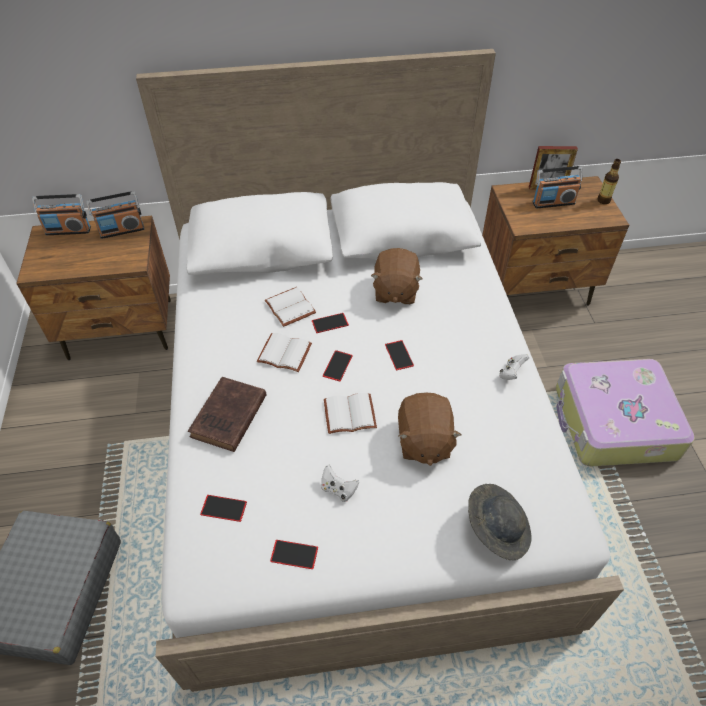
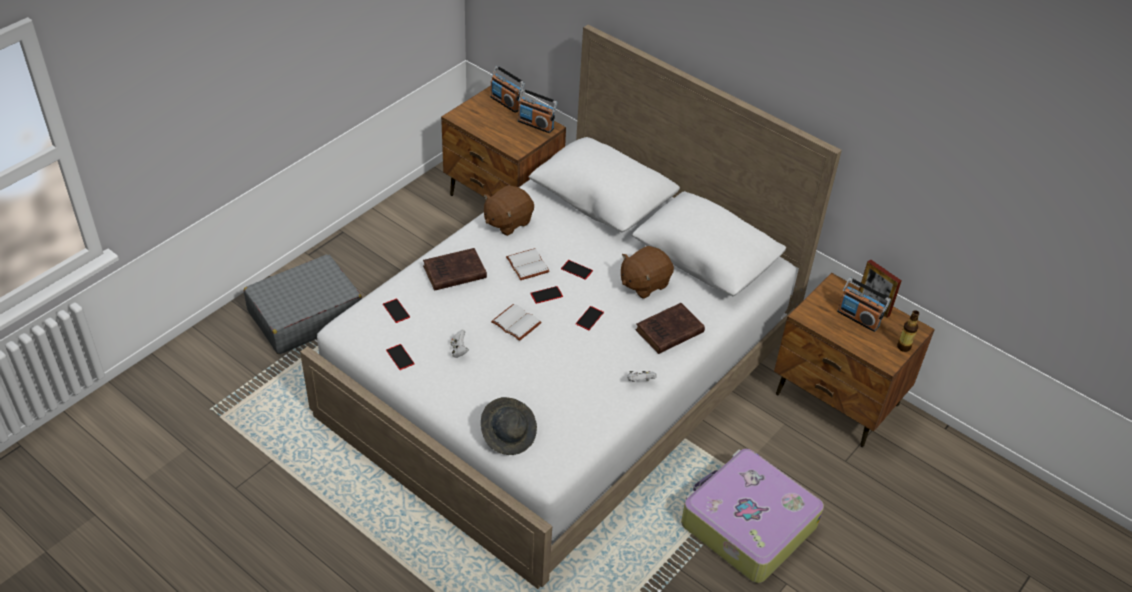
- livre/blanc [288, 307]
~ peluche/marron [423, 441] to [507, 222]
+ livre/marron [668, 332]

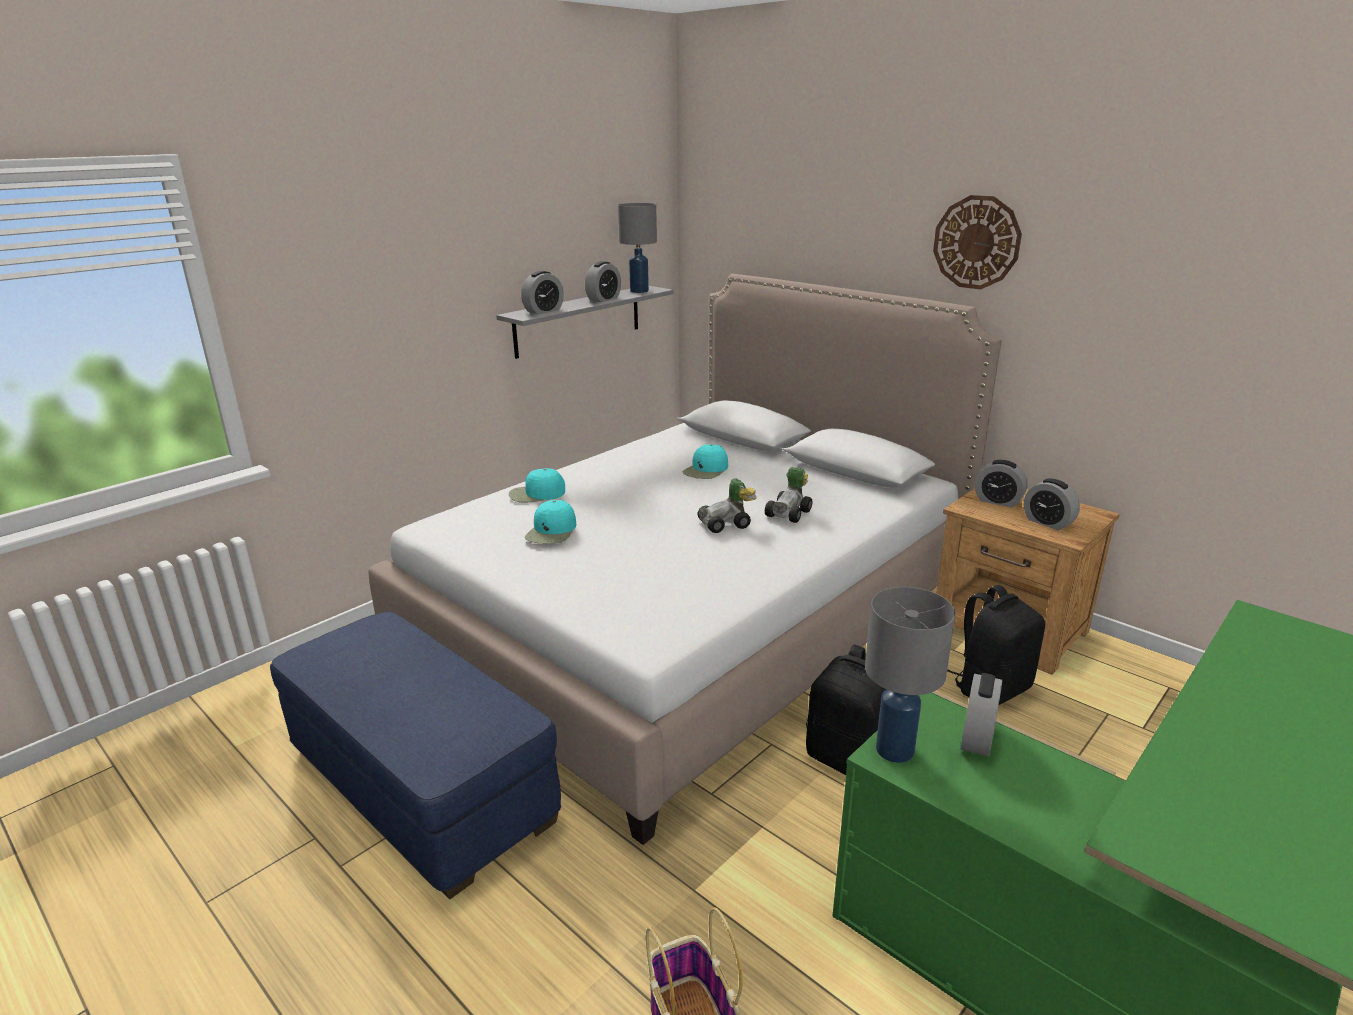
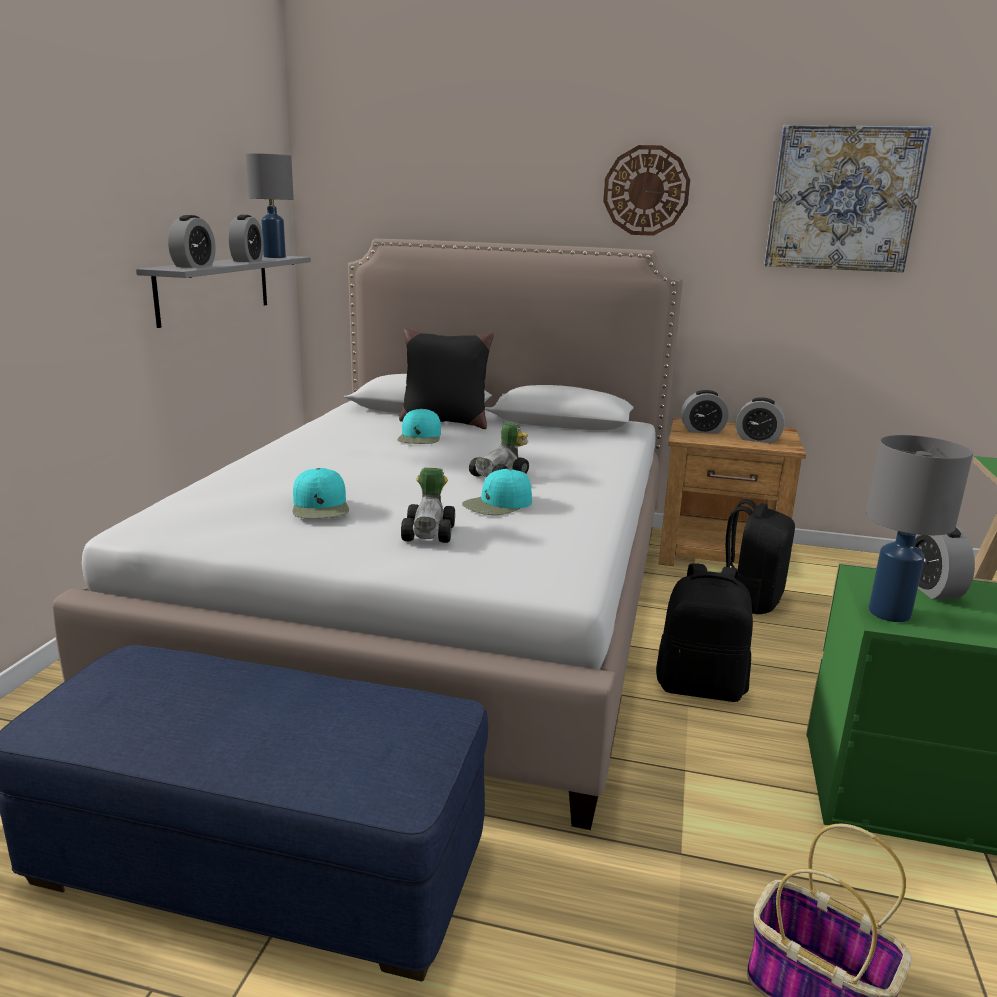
~ petite voiture [790, 513] to [431, 532]
~ casquette/turquoise [536, 494] to [498, 504]
+ tableau [843, 199]
+ coussin/noir [444, 422]

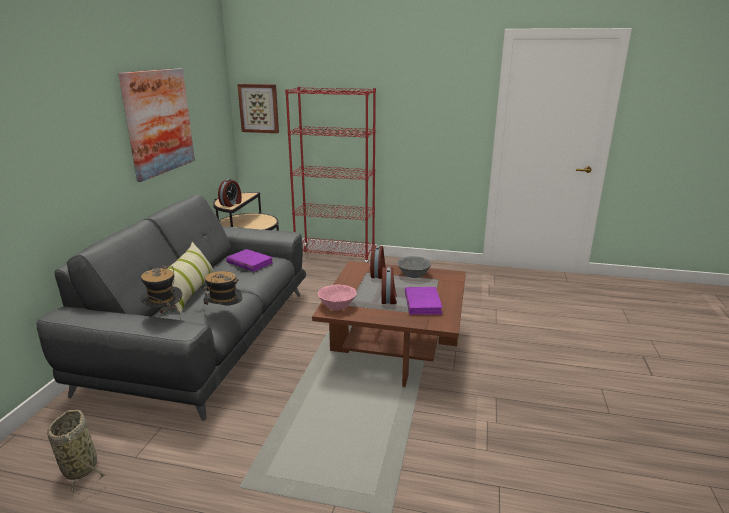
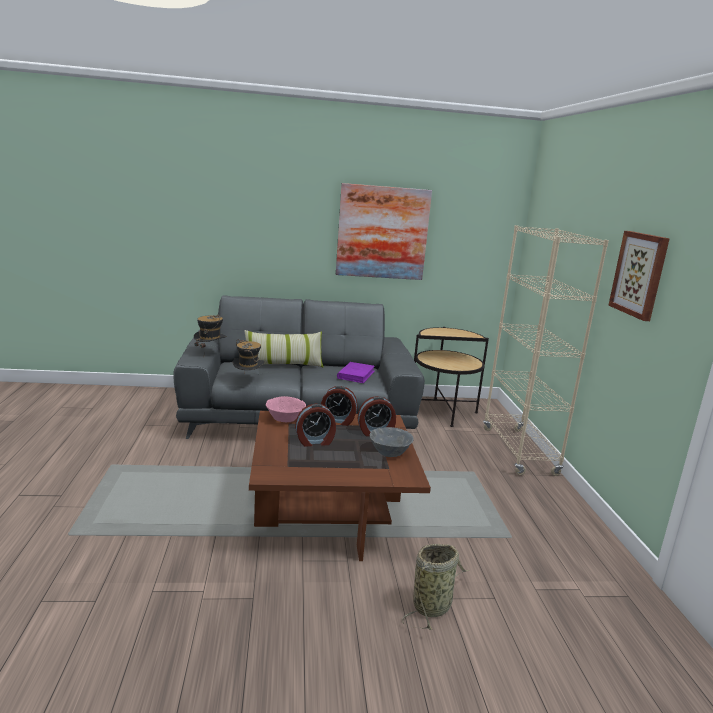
~ tableau [259, 108] to [639, 274]
~ bibliothèque/rouge [335, 259] to bibliothèque/beige [519, 451]
~ réveil [231, 204] to [337, 421]
- livre/violet [422, 303]
~ panier [80, 466] to [433, 605]

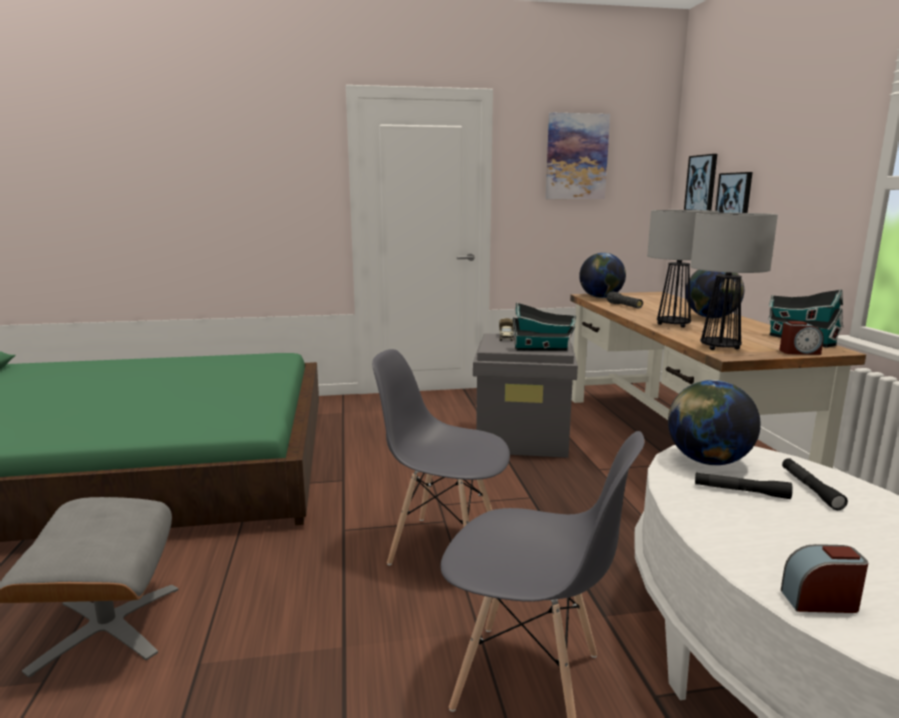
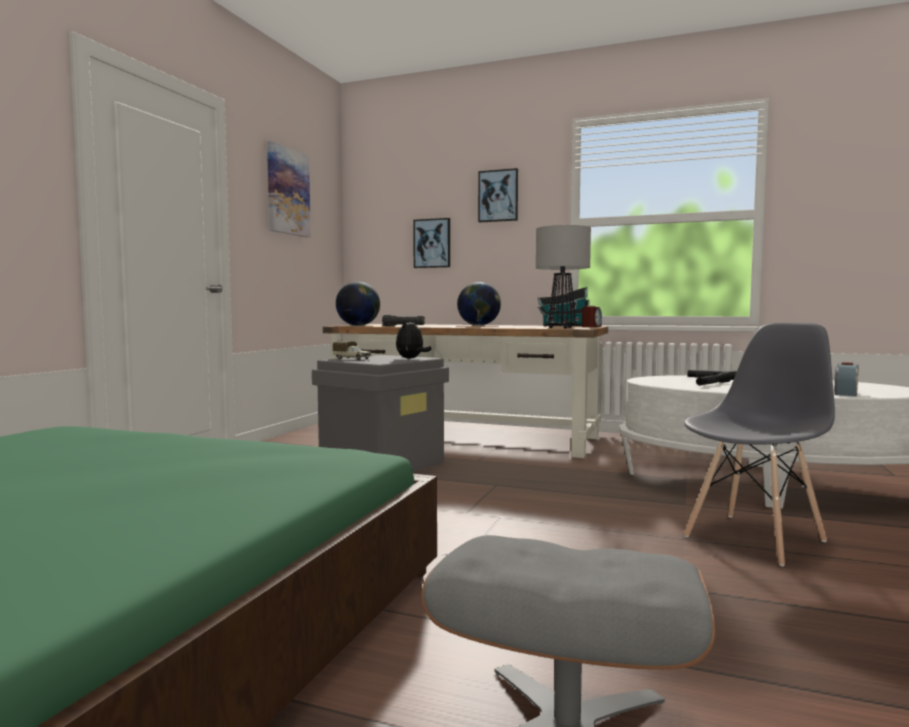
~ tableau [701, 183] to [498, 196]
- lampe de table [673, 324]
~ maison miniature [543, 349] to peluche [411, 358]
- chaise/gris [444, 547]
- globe [707, 461]

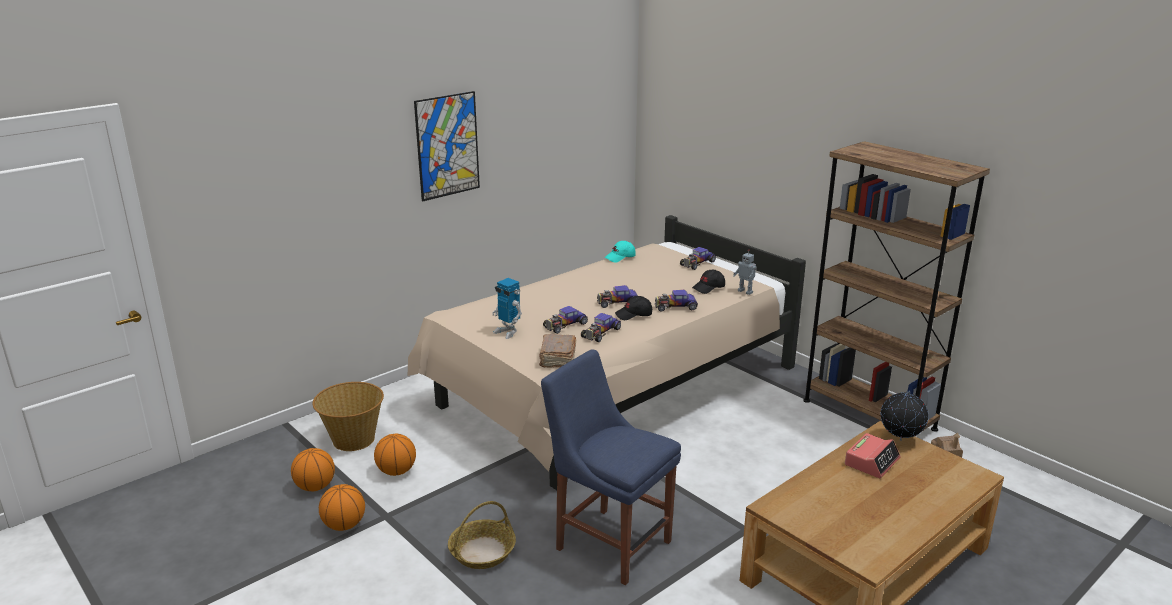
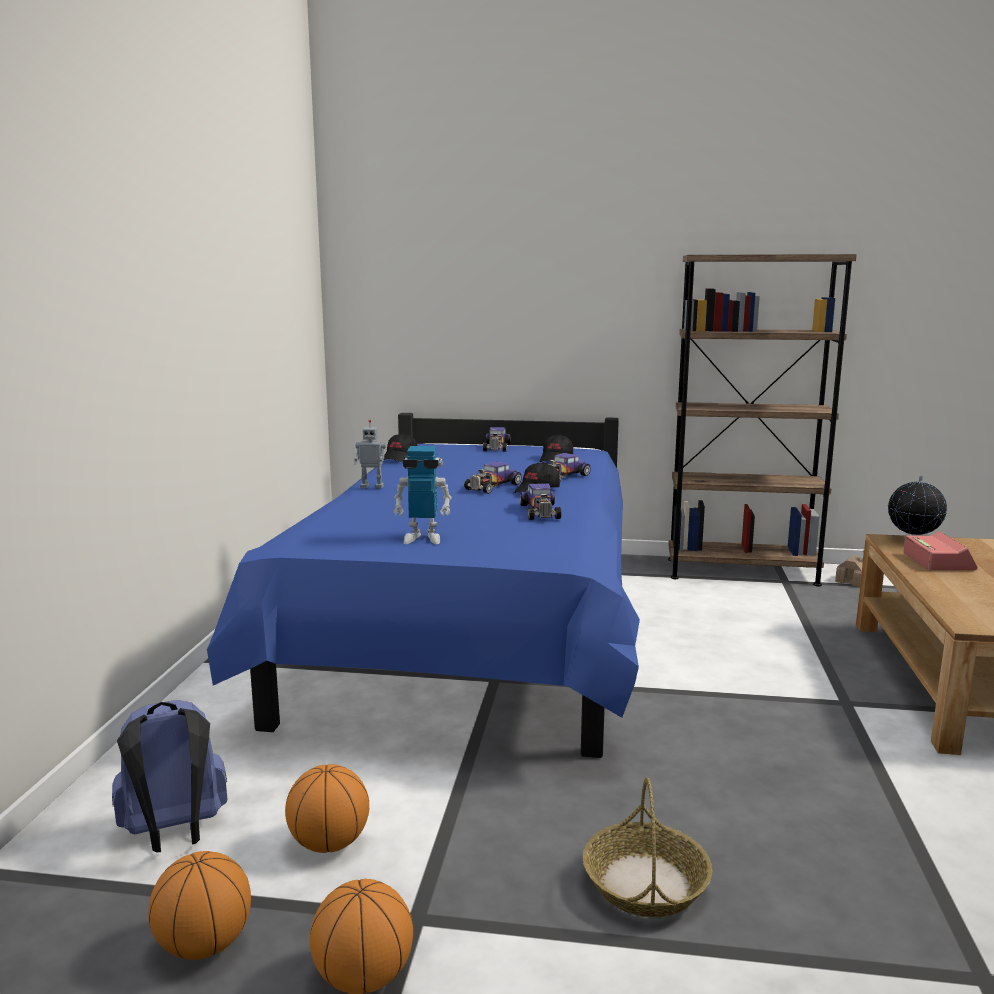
- tableau [447, 146]
~ lit/beige [611, 390] to lit/bleu [472, 631]
~ casquette/turquoise [620, 257] to casquette/noir [400, 458]
~ robot jouet [745, 291] to [372, 487]
- petite voiture [565, 325]
- livre/marron [557, 358]
- chaise/bleu [609, 542]
~ panier [353, 440] to sac à dos/bleu [175, 835]

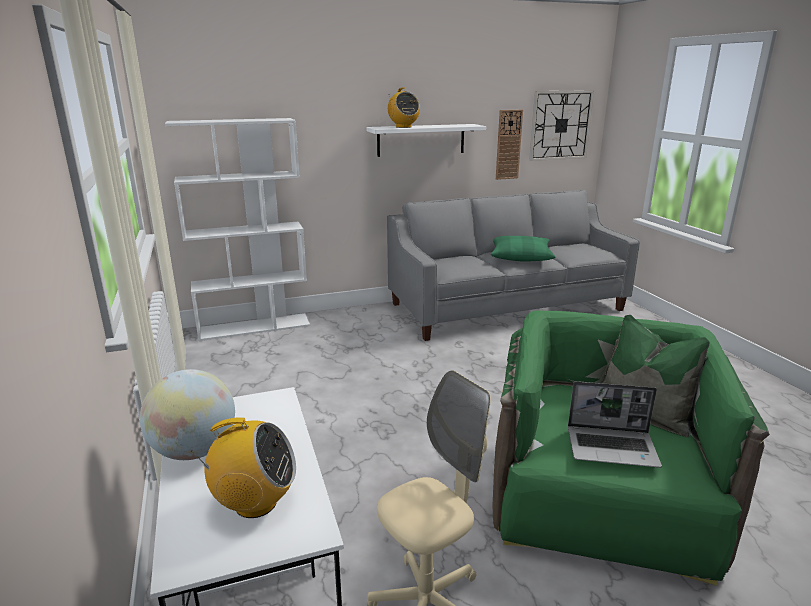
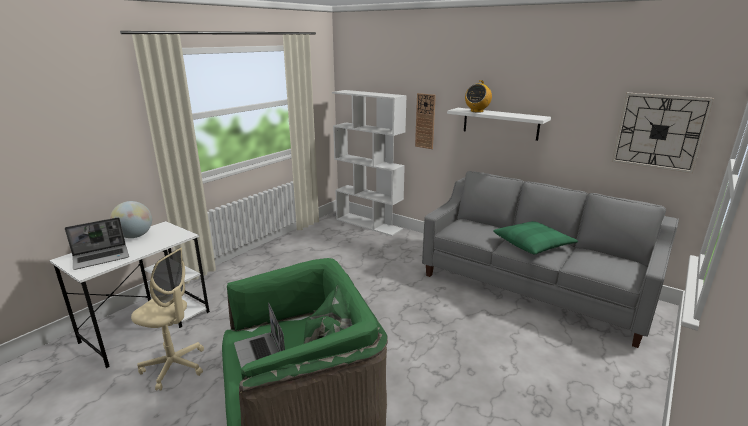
~ horloge murale [508, 145] to [425, 121]
~ radio [255, 503] to ordinateur portable [102, 258]

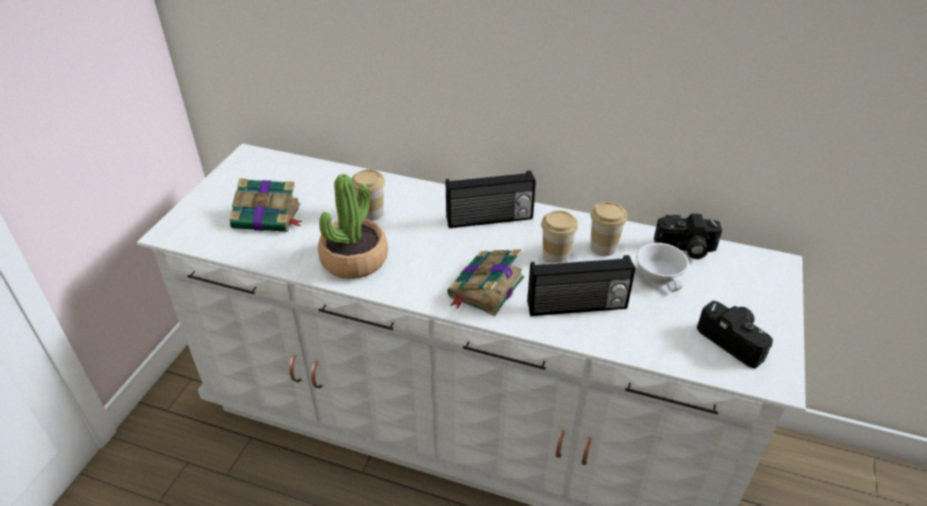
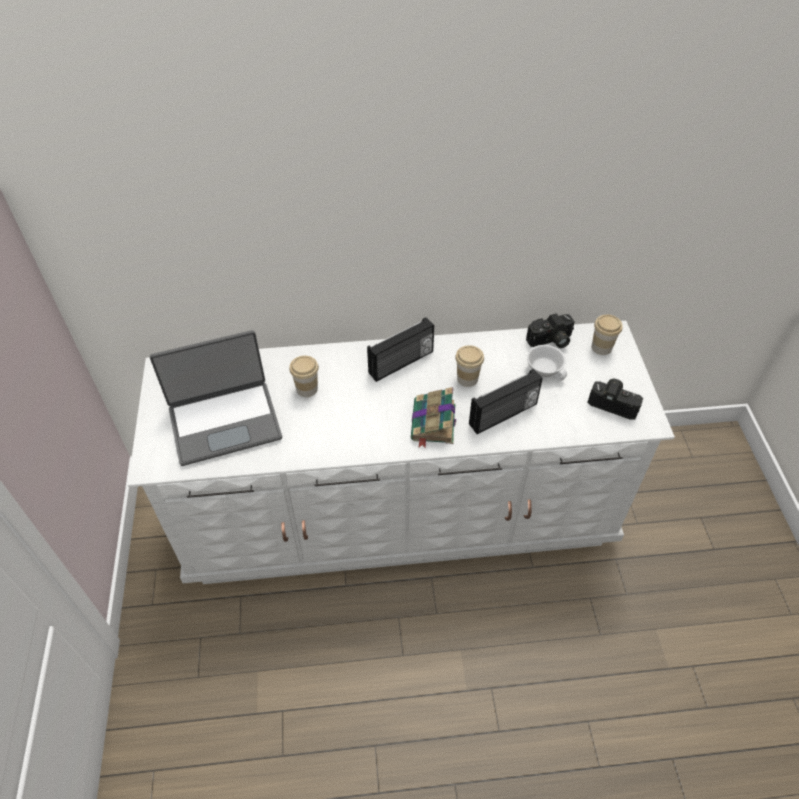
- plante en pot [354, 259]
~ livre [268, 217] to ordinateur portable [225, 422]
~ tasse [603, 247] to [601, 347]

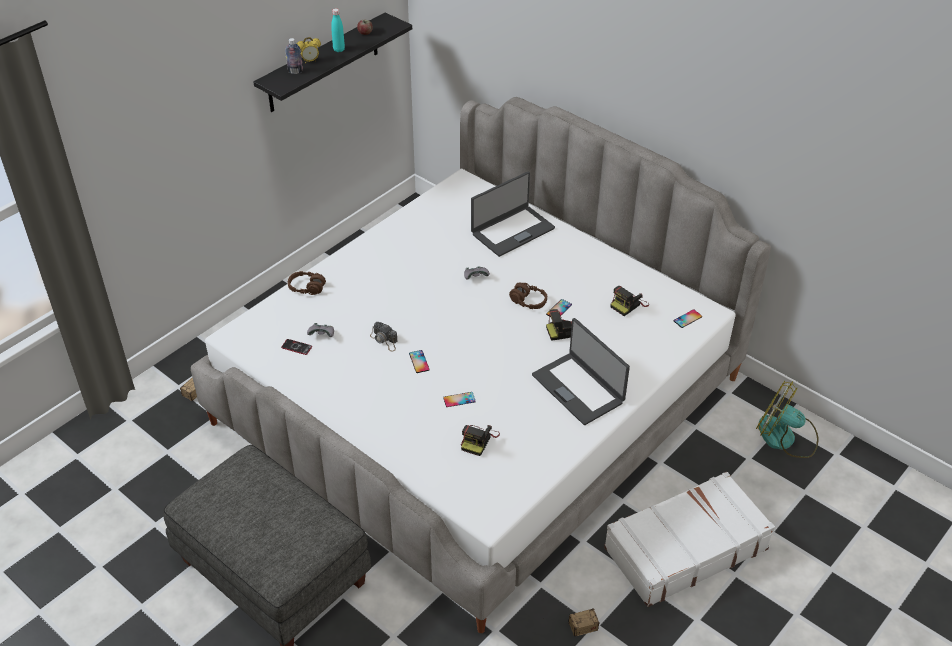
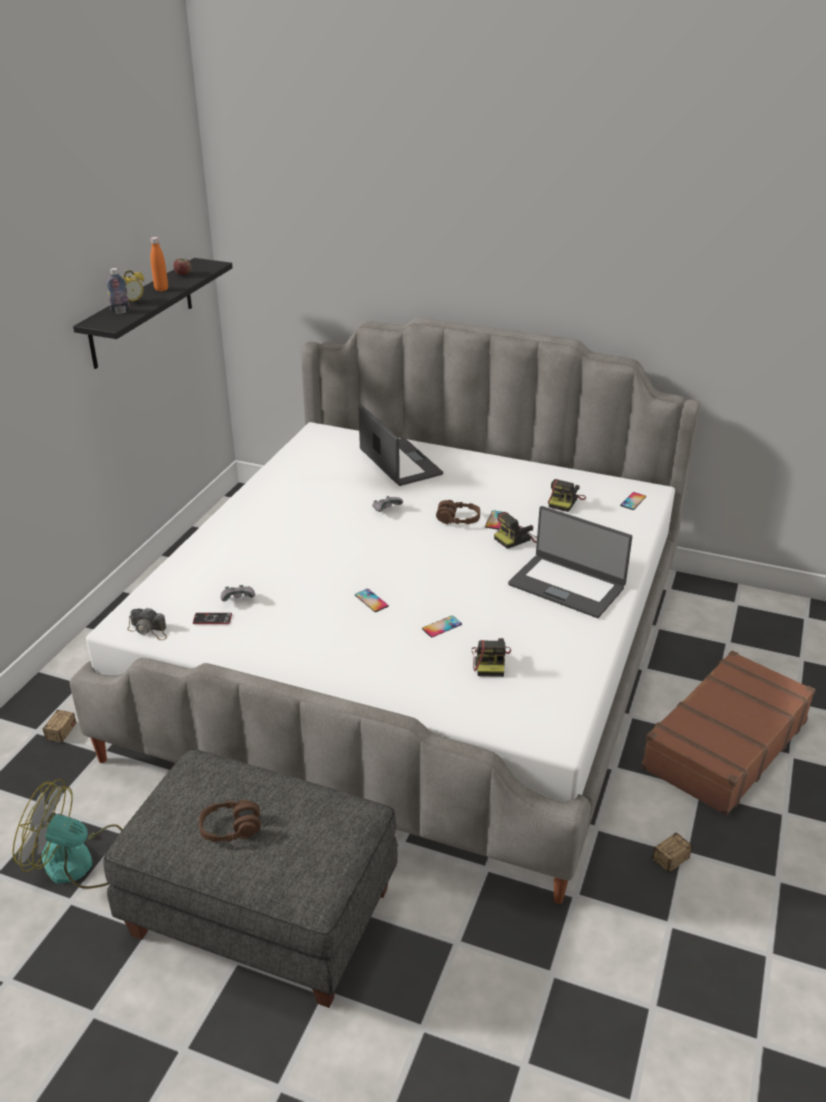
~ bouteille/turquoise [339, 49] to bouteille/orange [161, 289]
~ ordinateur portable [512, 231] = [399, 463] 60 degrees counterclockwise
~ casque audio/marron [307, 288] to [230, 828]
~ appareil photo [384, 340] to [149, 630]
~ ventilateur [785, 438] to [80, 862]
~ valise/blanc [684, 548] to valise/marron [723, 744]

